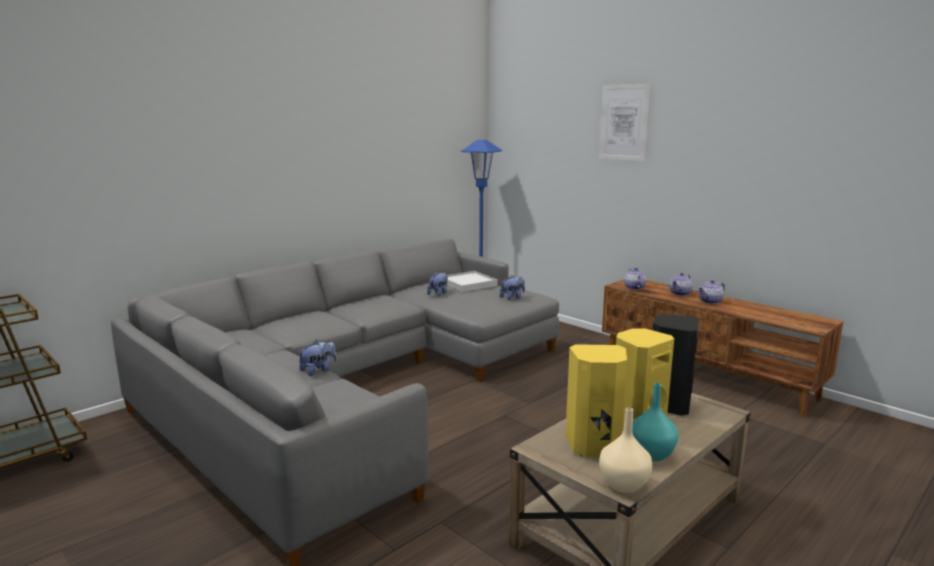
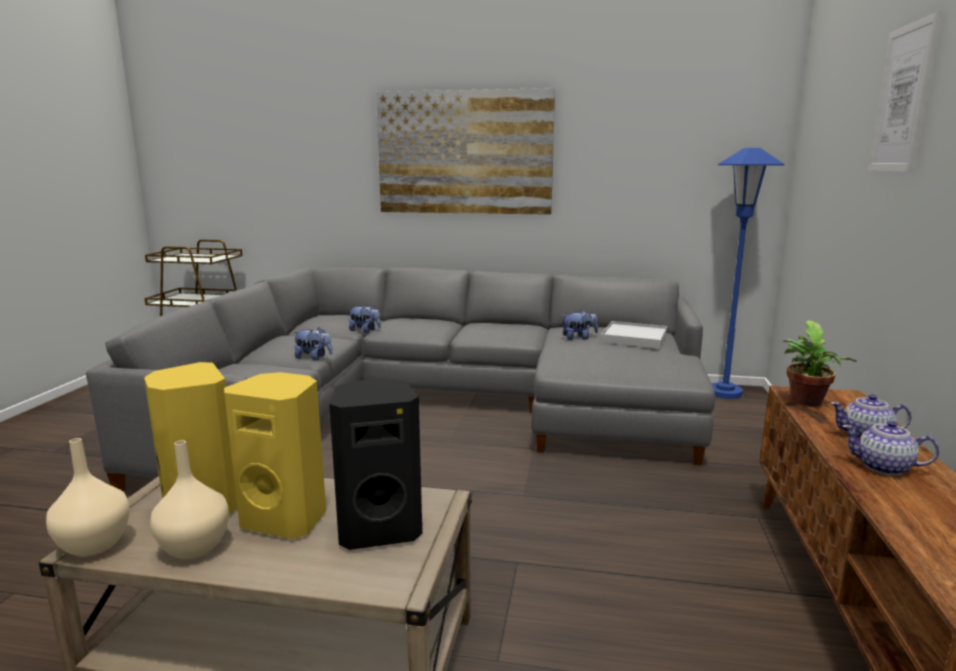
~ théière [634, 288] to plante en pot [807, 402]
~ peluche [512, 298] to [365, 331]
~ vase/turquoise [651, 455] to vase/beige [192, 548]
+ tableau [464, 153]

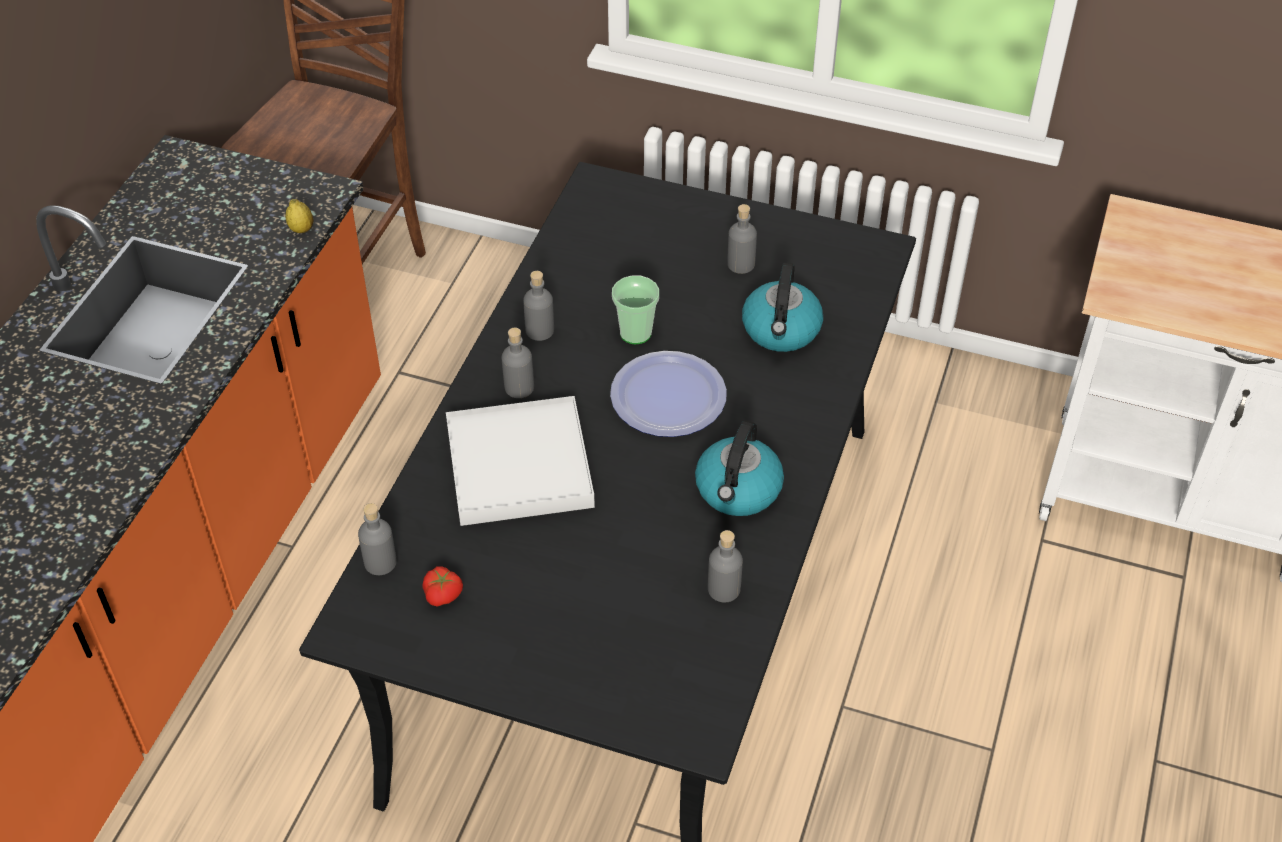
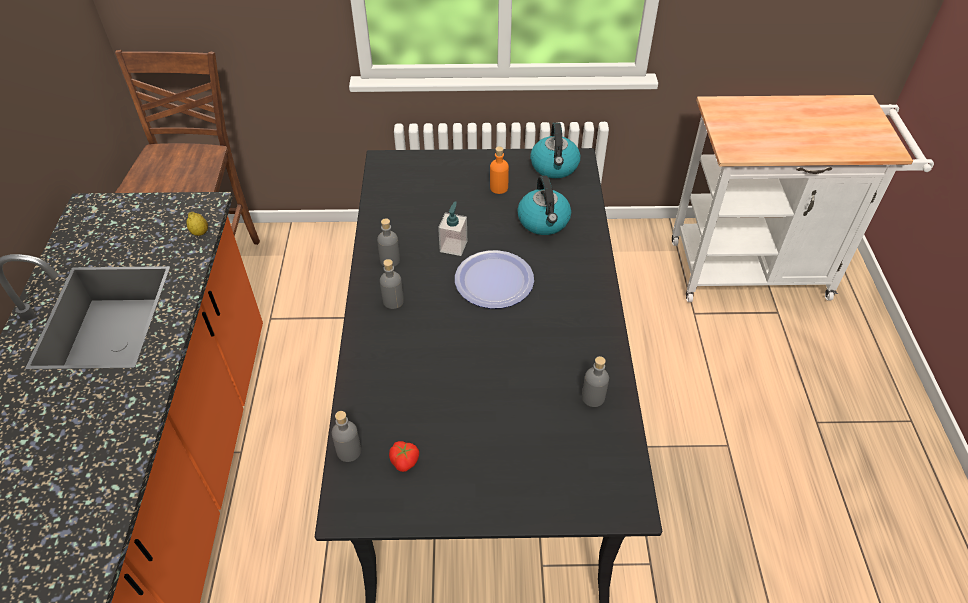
~ bouteille/gris [741, 264] to bouteille/orange [499, 188]
~ tasse [635, 333] to distributeur de savon [453, 246]
- plateau/blanc [519, 465]
~ bouilloire [738, 490] to [554, 167]

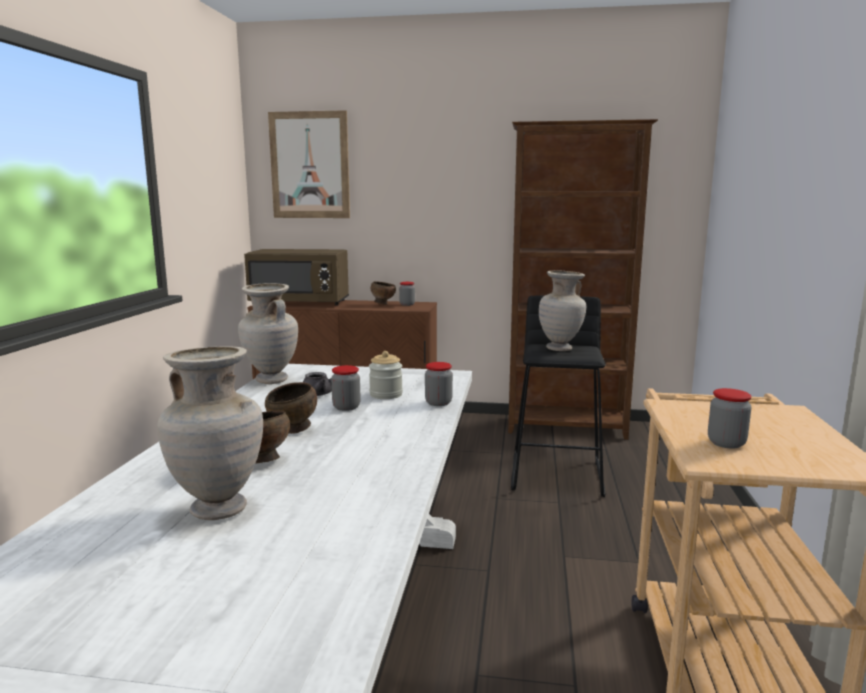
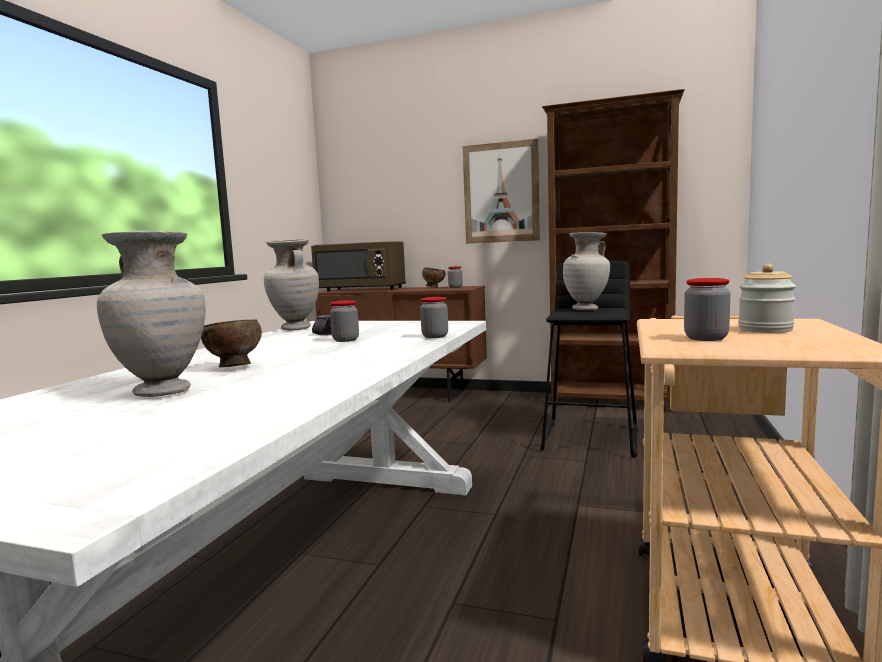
~ tableau [309, 165] to [501, 193]
~ bocal [386, 394] to [765, 329]
- bol/marron [293, 431]

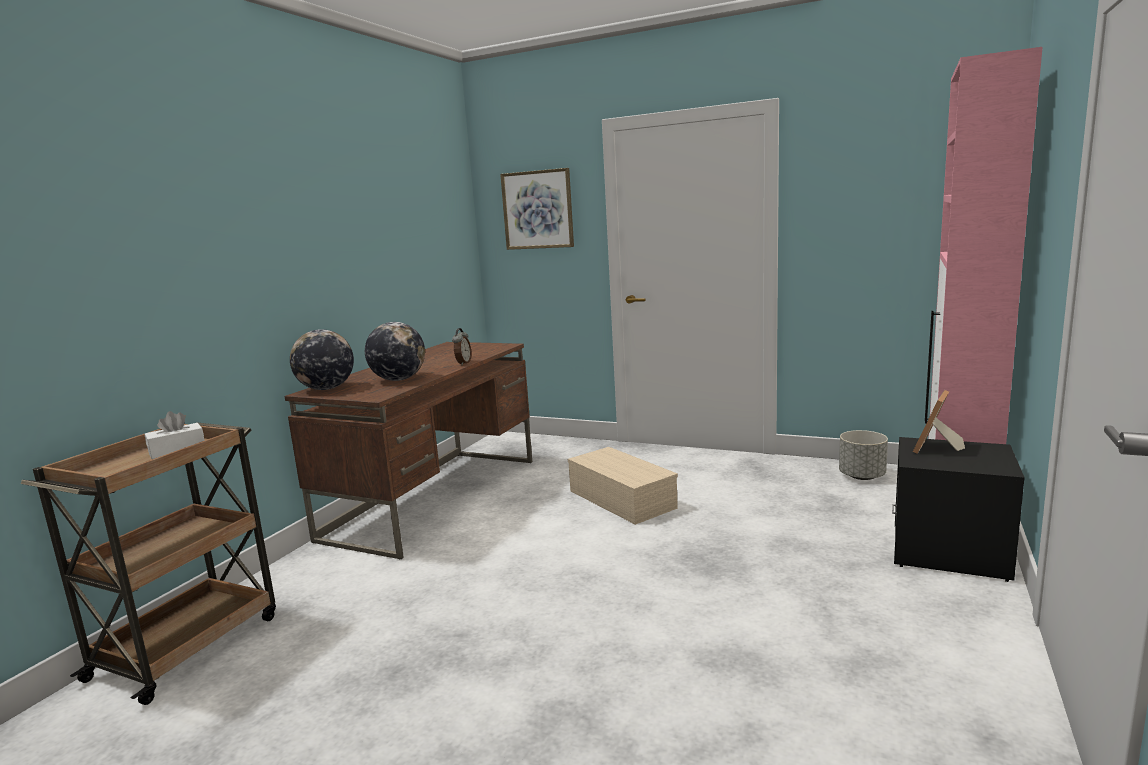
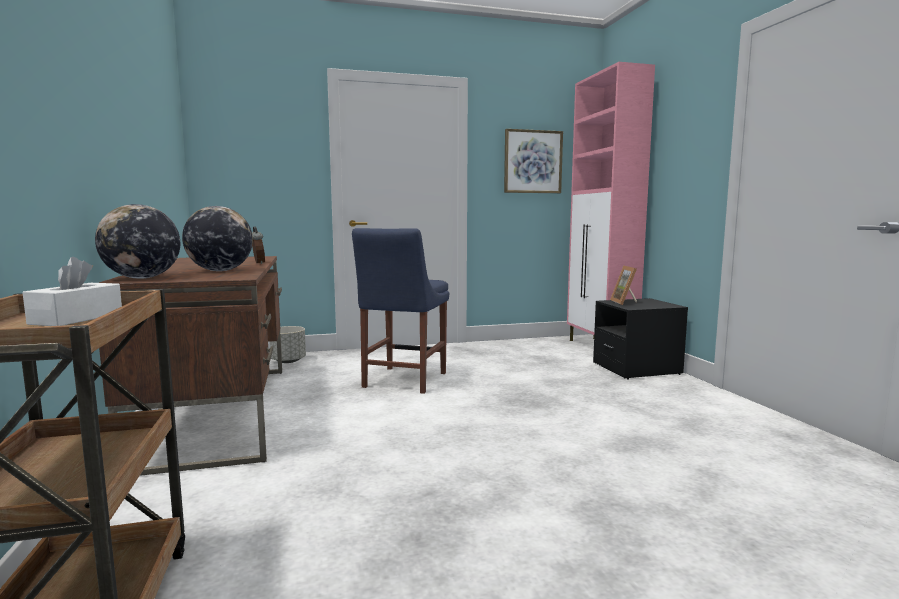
~ tableau [538, 210] to [533, 162]
~ cache-pot/gris [862, 476] to [288, 361]
~ boîte de rangement/beige [619, 499] to chaise/bleu [403, 381]

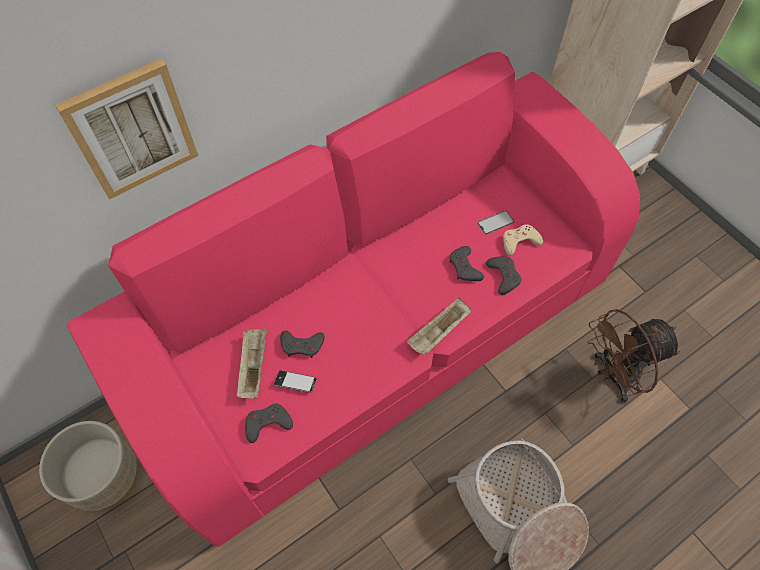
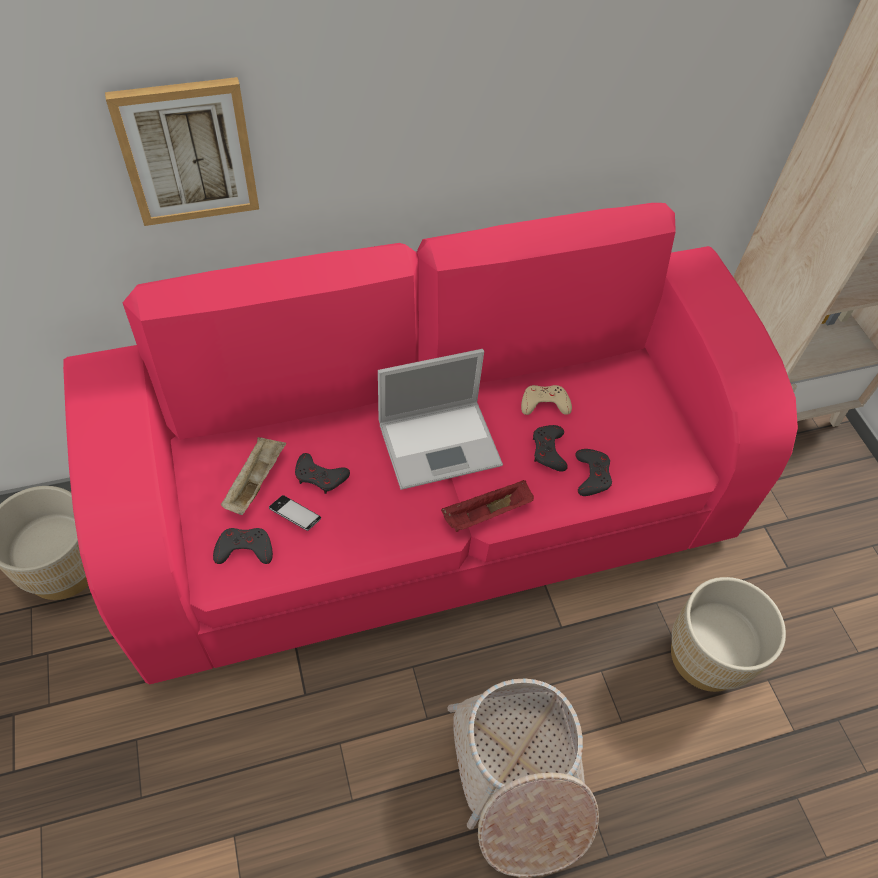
- téléphone [495, 222]
~ manette/beige [519, 241] to [544, 403]
~ plateau/beige [438, 333] to plateau/rouge [486, 514]
~ ventilateur/marron [613, 376] to cache-pot/beige [706, 656]
+ ordinateur portable [441, 443]

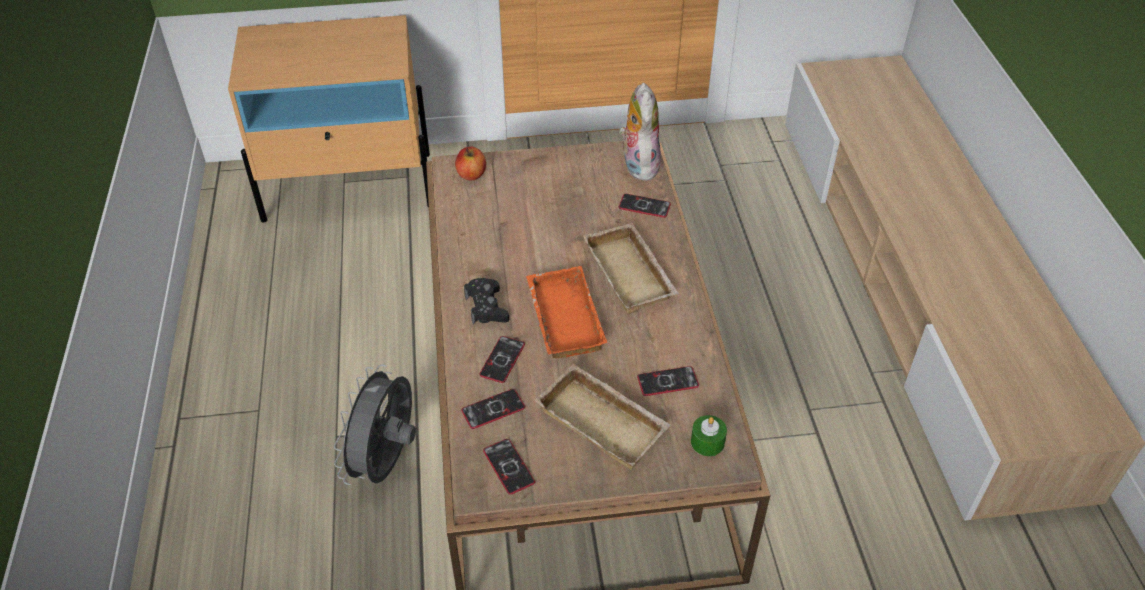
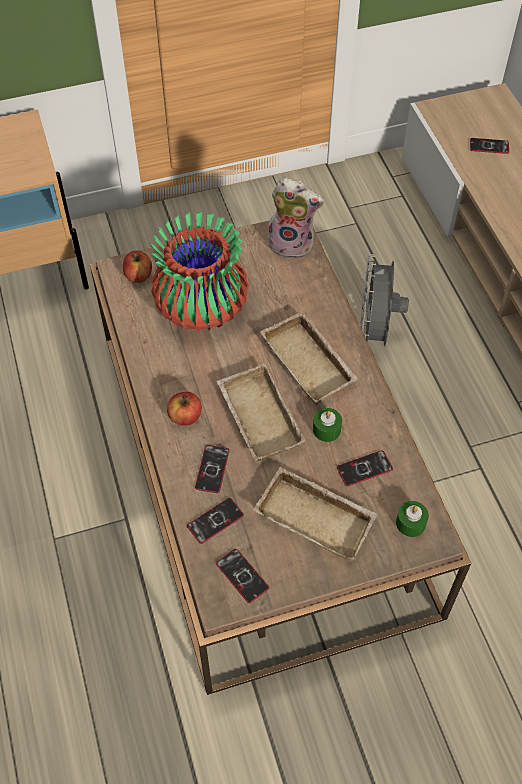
~ peluche [638, 164] = [292, 244] 120 degrees clockwise
~ téléphone [644, 206] to [489, 146]
~ plateau/orange [561, 318] to plateau/beige [256, 418]
~ manette/noir [486, 307] to pomme [185, 416]
~ ventilateur/gris [387, 463] to [375, 332]
+ vase [202, 308]
+ bougie/vert [326, 429]

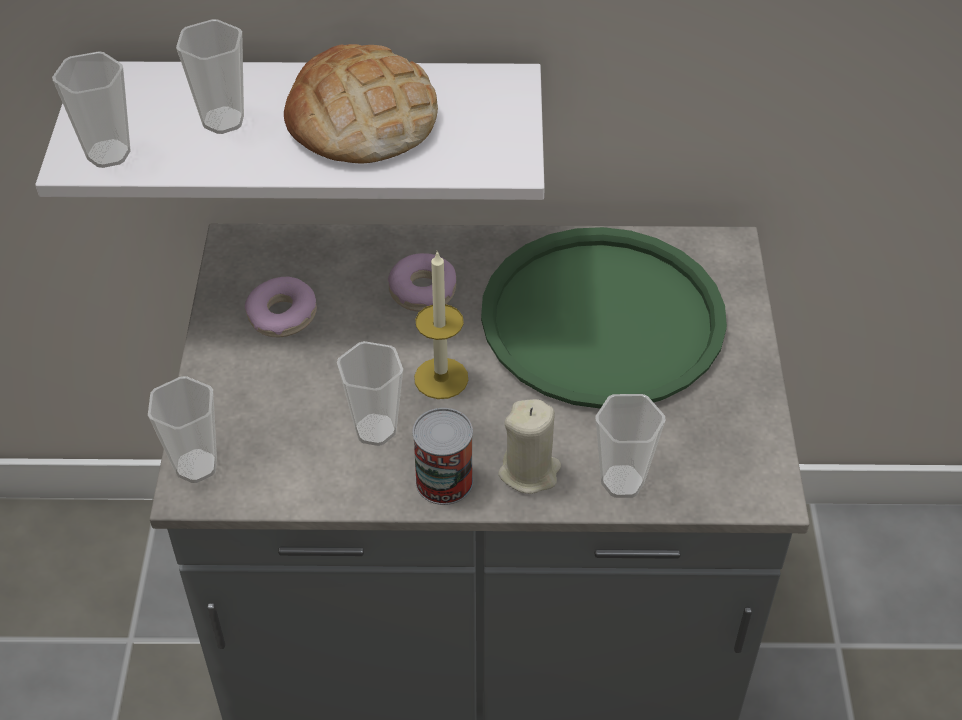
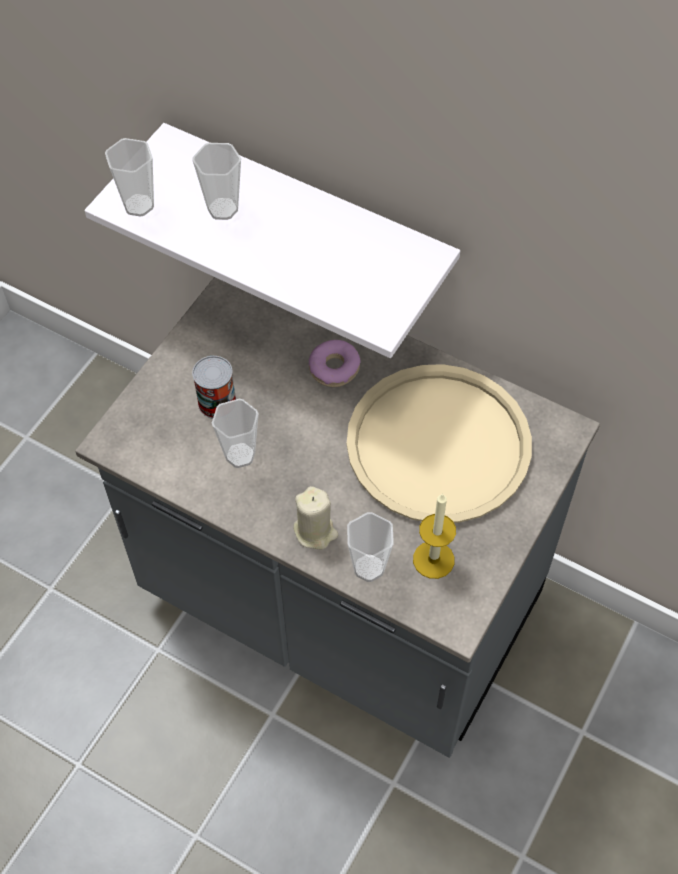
- pain [361, 119]
~ plateau/vert [602, 319] to plateau/beige [438, 444]
~ bougie [441, 378] to [433, 559]
- beignet [282, 316]
- tasse [196, 466]
~ boîte métallique [444, 481] to [217, 402]

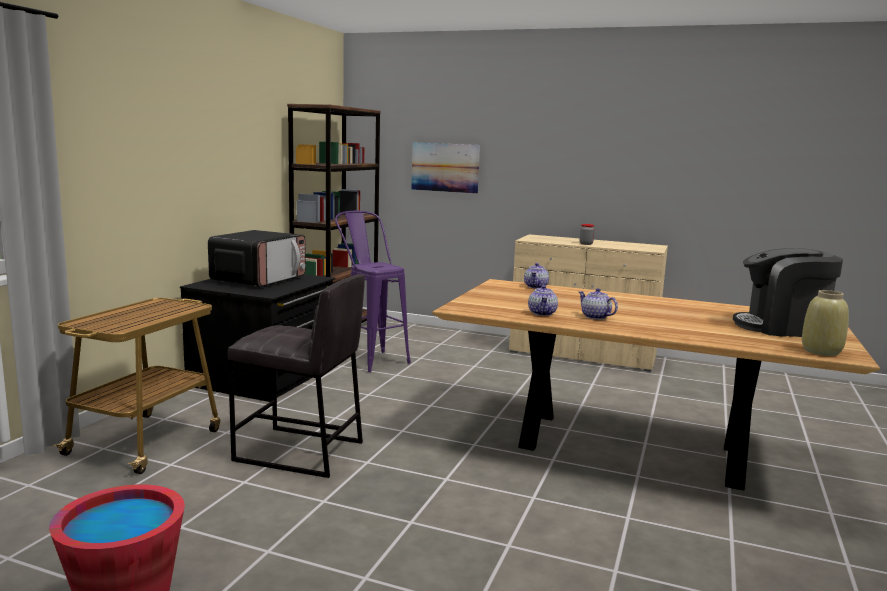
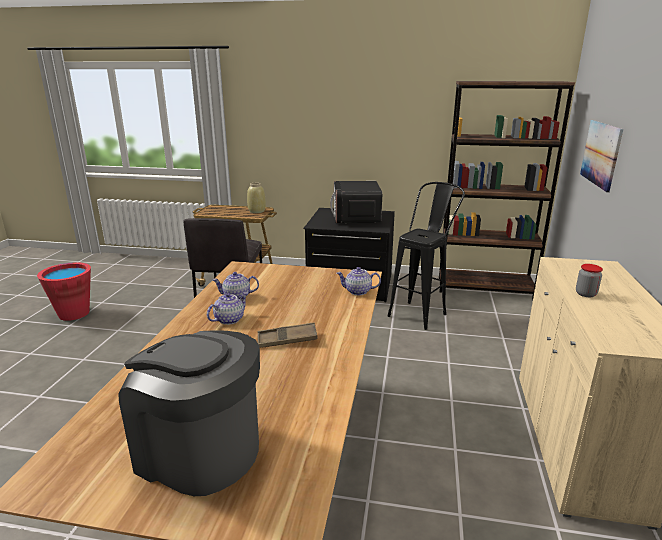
~ tabouret/violet [370, 359] to tabouret/noir [421, 312]
~ micro-ondes [259, 279] = [356, 217] 75 degrees clockwise
~ machine à café [782, 328] = [198, 450] 60 degrees counterclockwise
~ vase/beige [821, 351] to [257, 211]
+ plateau/marron [287, 339]

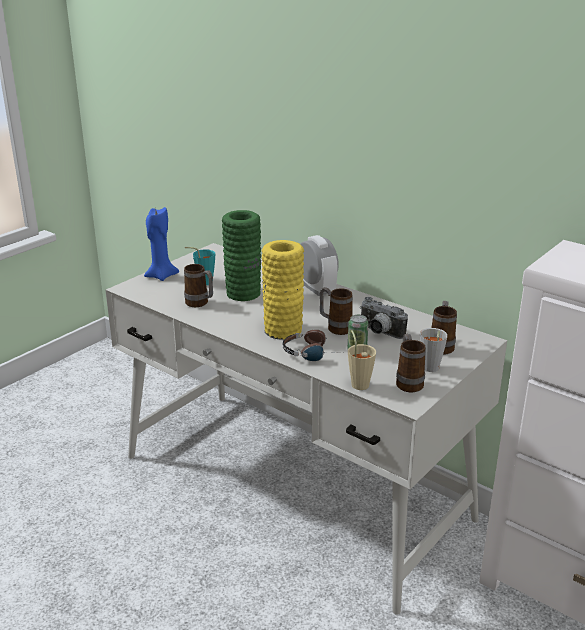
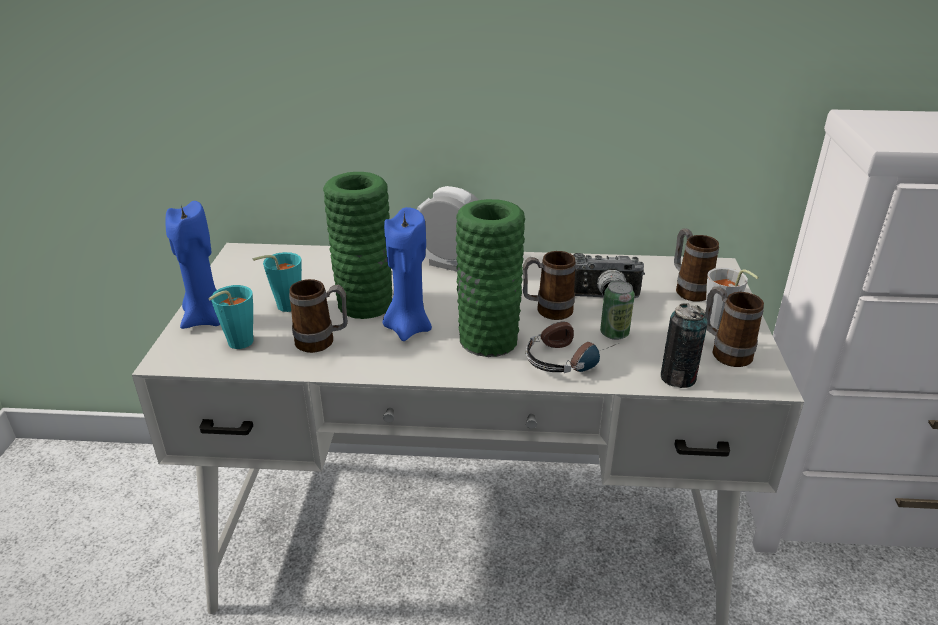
~ vase/jaune [283, 330] to vase/vert [488, 339]
~ tasse/beige [359, 383] to boîte métallique [678, 378]
+ bougie/bleu [408, 328]
+ tasse/turquoise [236, 345]

